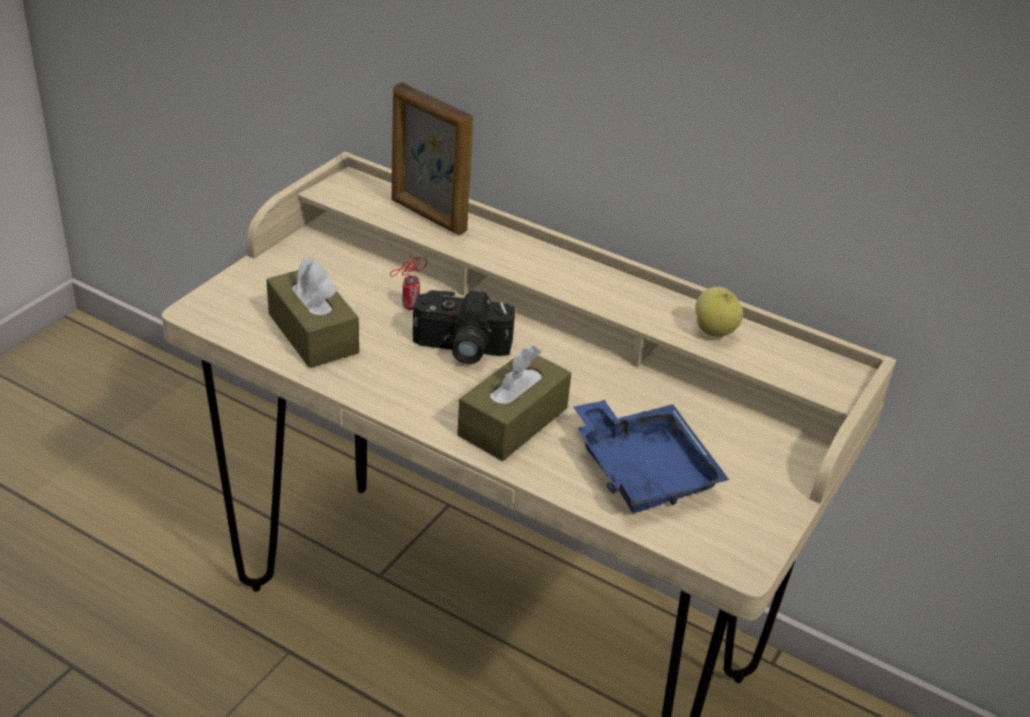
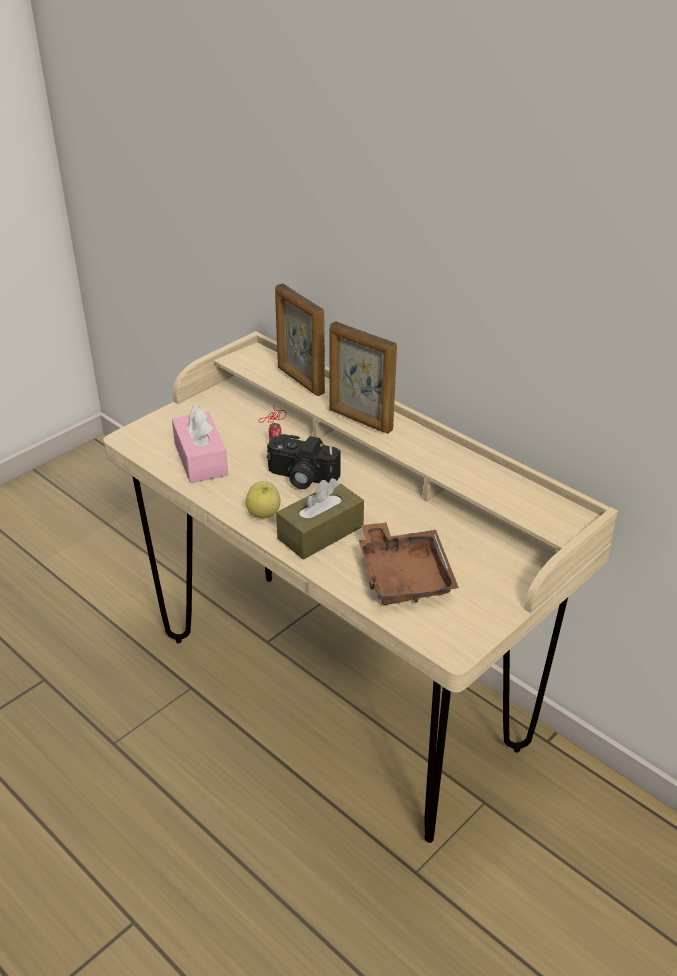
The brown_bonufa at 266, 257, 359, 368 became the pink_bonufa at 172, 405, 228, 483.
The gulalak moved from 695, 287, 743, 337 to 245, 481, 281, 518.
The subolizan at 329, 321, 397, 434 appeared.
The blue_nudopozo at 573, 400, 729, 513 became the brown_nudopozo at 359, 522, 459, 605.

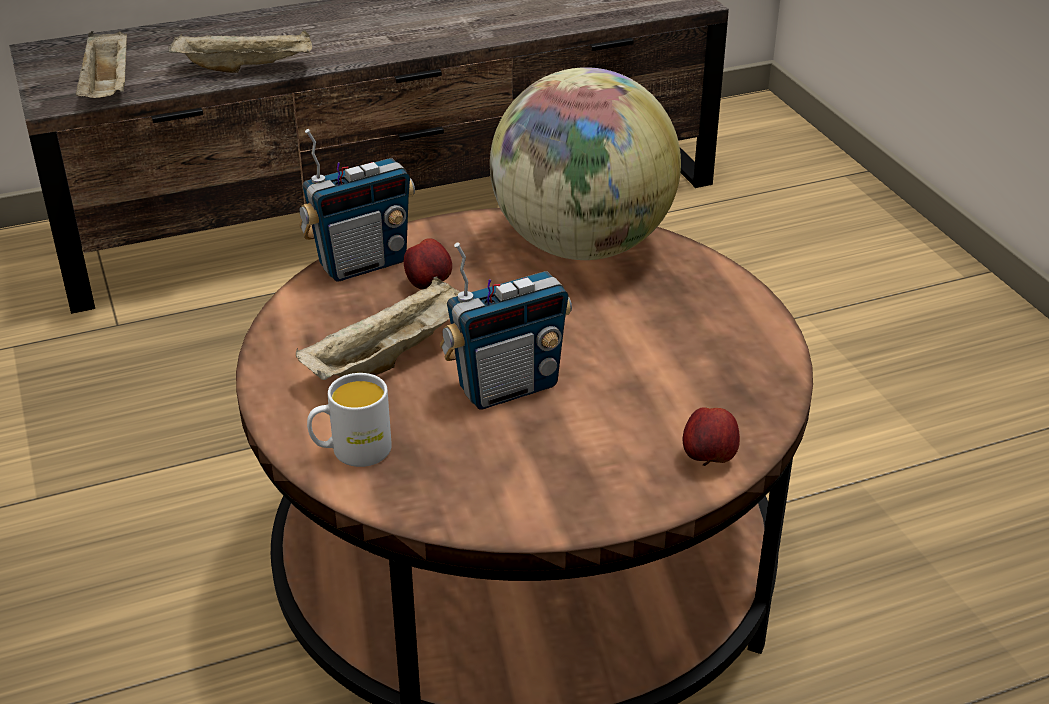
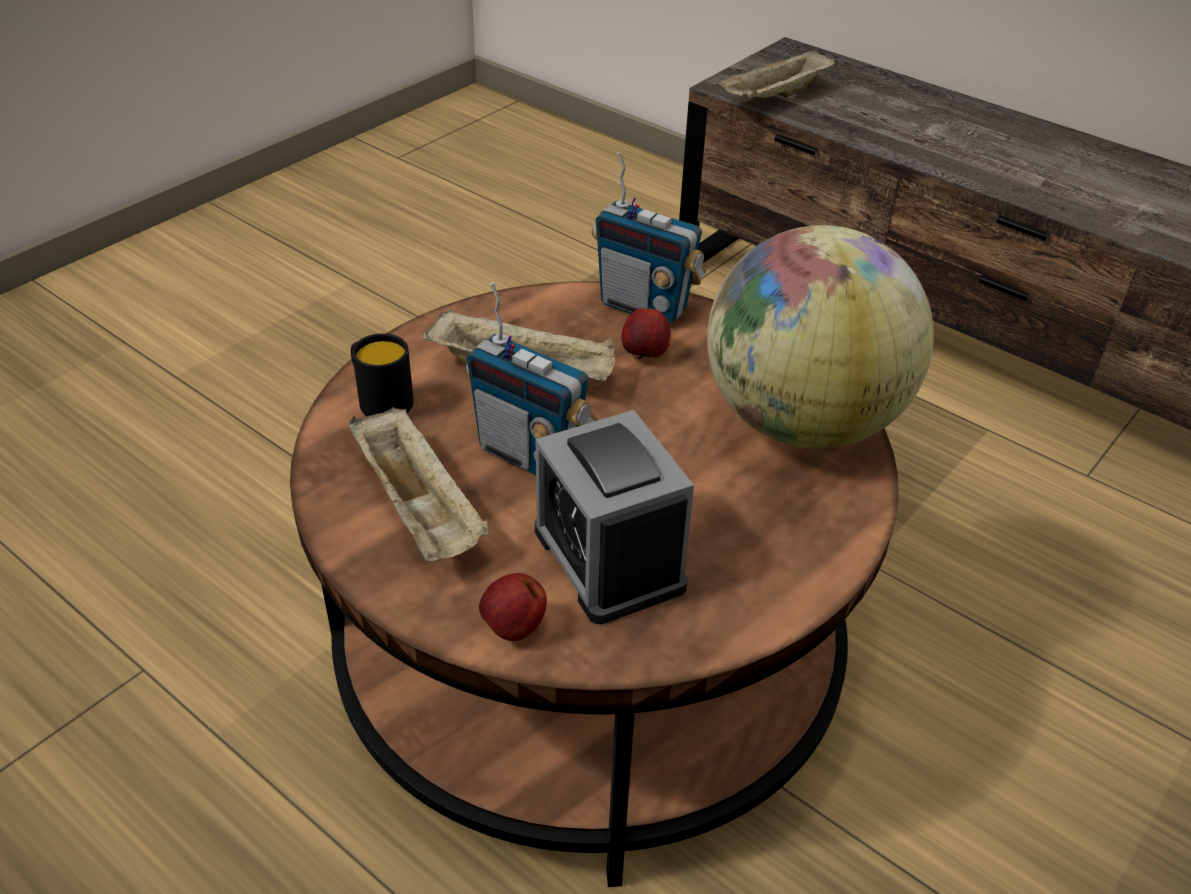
The beige_nudopozo moved from 169, 30, 312, 73 to 349, 407, 489, 562.
The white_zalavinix at 307, 373, 392, 467 became the black_zalavinix at 351, 333, 414, 417.
The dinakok at 535, 410, 694, 624 appeared.

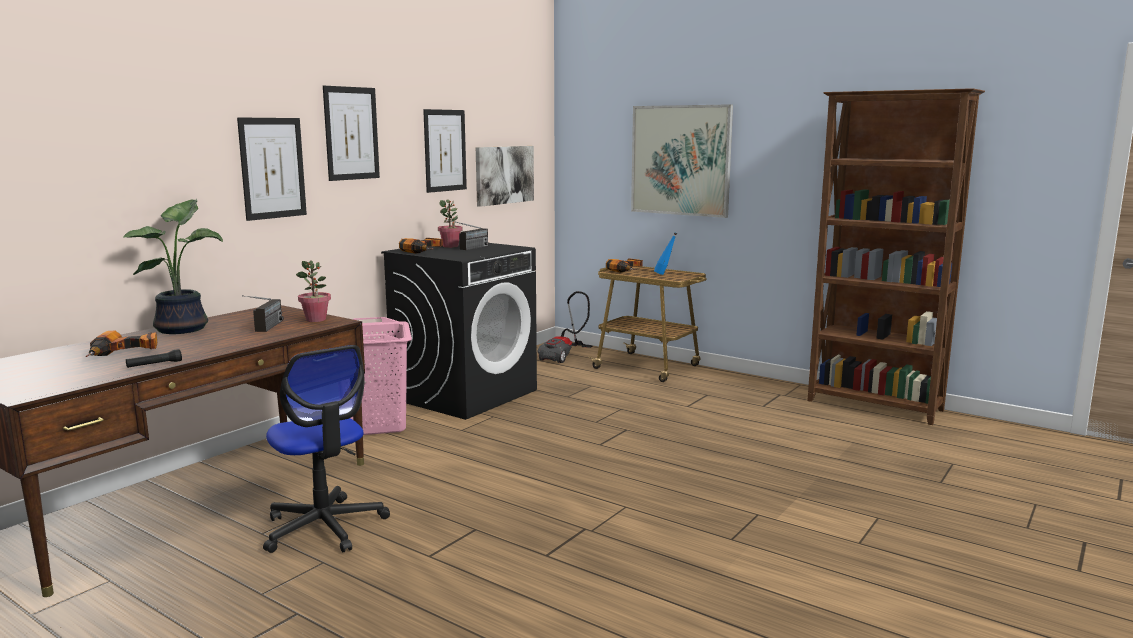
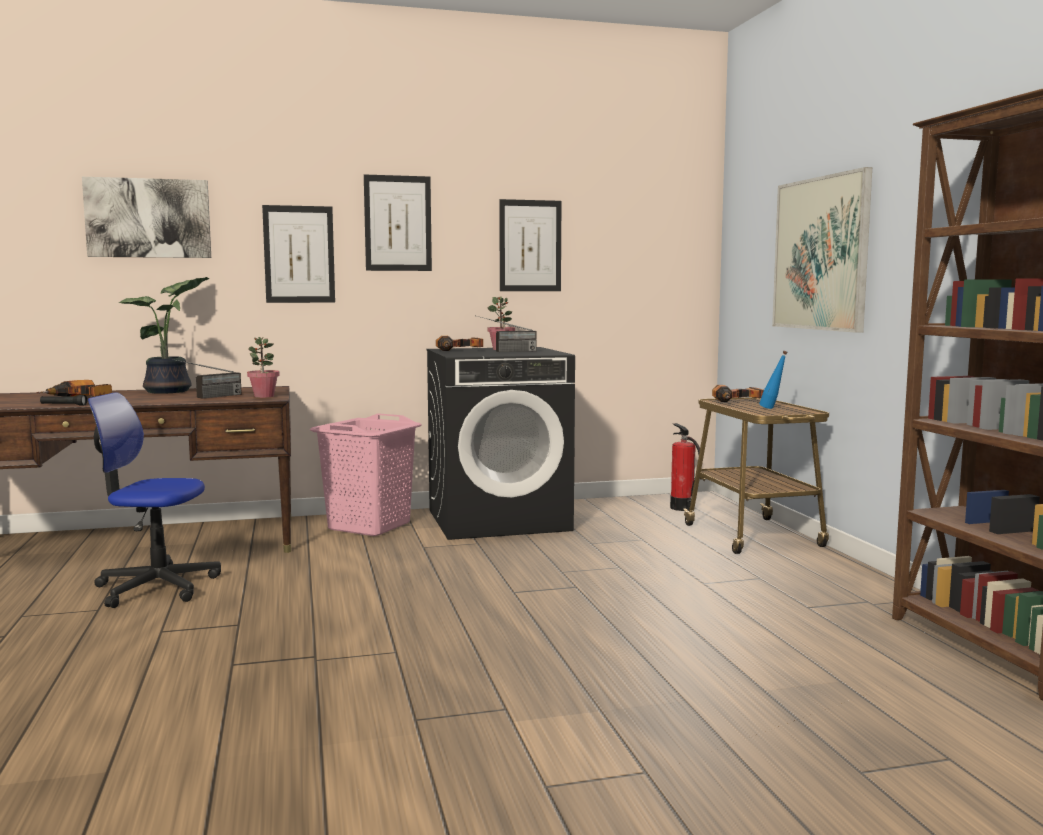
The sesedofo moved from 476, 146, 534, 207 to 82, 177, 211, 258.
The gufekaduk at 263, 345, 390, 553 turned 90 degrees clockwise.
The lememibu at 537, 291, 593, 363 was replaced by the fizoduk at 670, 423, 700, 511.

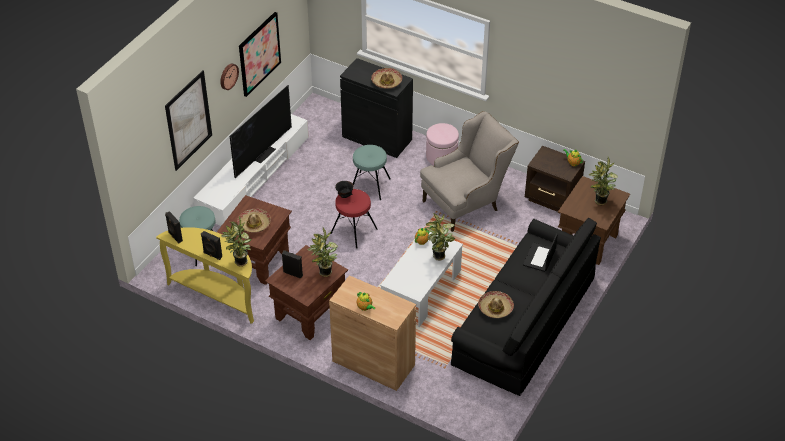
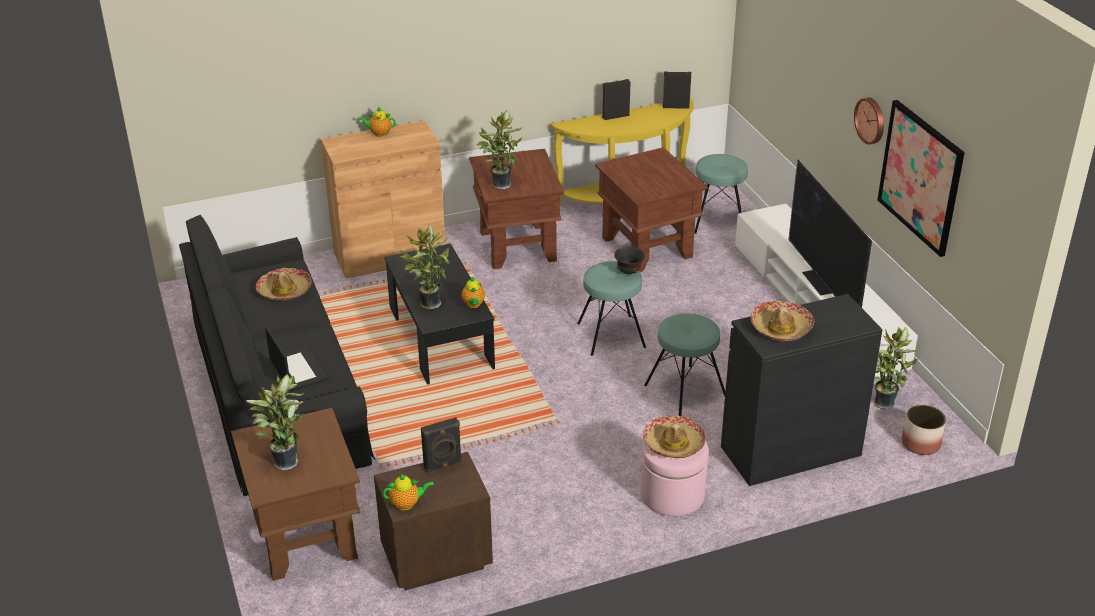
The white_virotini at 380, 228, 463, 327 became the black_virotini at 384, 243, 495, 385.
The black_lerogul moved from 282, 250, 303, 279 to 421, 417, 462, 473.
The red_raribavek at 331, 189, 377, 248 became the turquoise_raribavek at 577, 261, 646, 356.
The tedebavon moved from 237, 208, 271, 233 to 643, 415, 706, 458.
The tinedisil moved from 221, 216, 252, 267 to 874, 327, 919, 410.
The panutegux at 902, 405, 946, 455 appeared.
The sesedofo at 165, 70, 212, 171 disappeared.
The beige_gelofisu at 420, 111, 519, 232 disappeared.

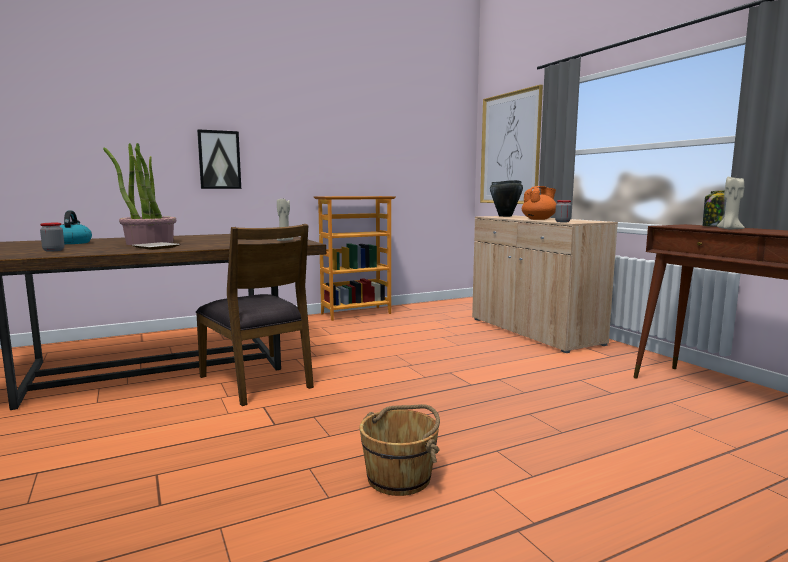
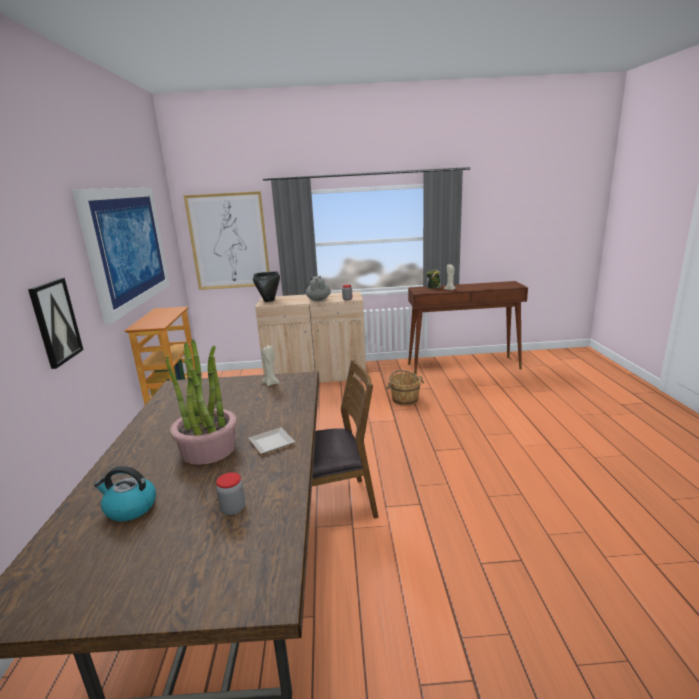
The sesedofo at 72, 188, 170, 324 appeared.
The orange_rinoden at 522, 186, 556, 220 became the grey_rinoden at 306, 276, 331, 301.
The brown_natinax moved from 359, 404, 440, 496 to 386, 370, 424, 406.

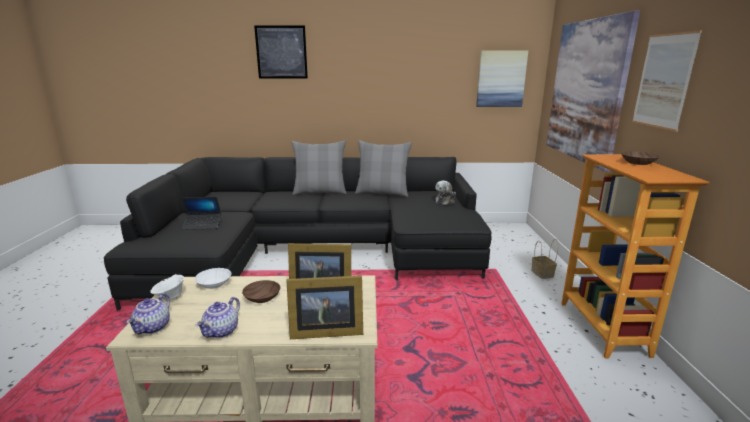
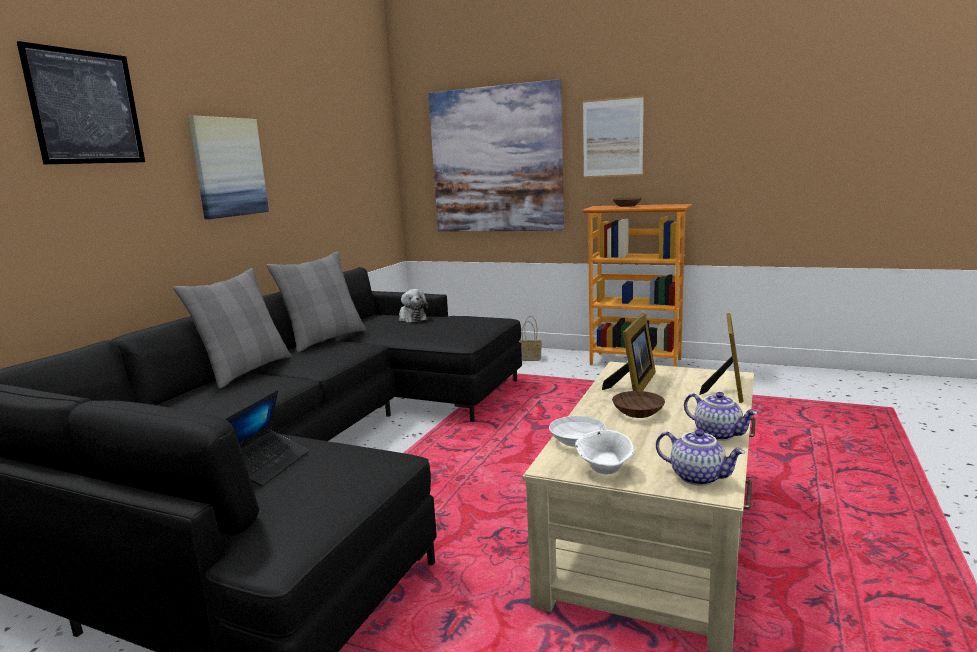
The sesedofo moved from 476, 50, 528, 107 to 188, 115, 269, 219.

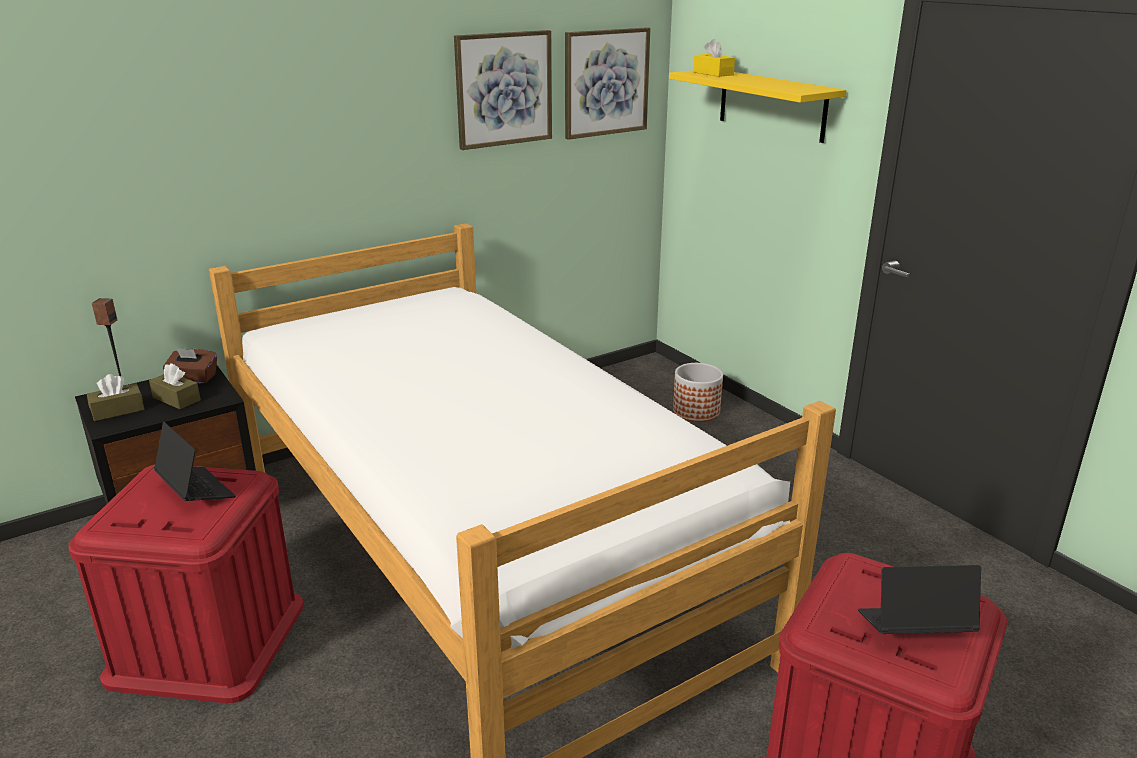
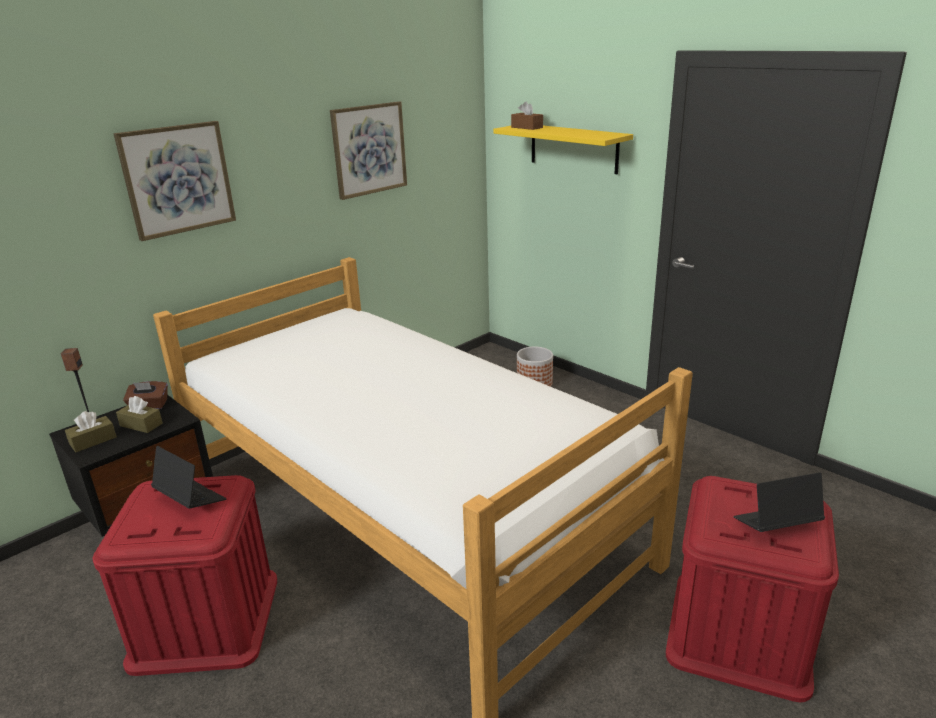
The sesedofo moved from 565, 27, 650, 140 to 113, 121, 236, 241.
The yellow_bonufa at 693, 39, 735, 77 became the brown_bonufa at 511, 101, 543, 130.

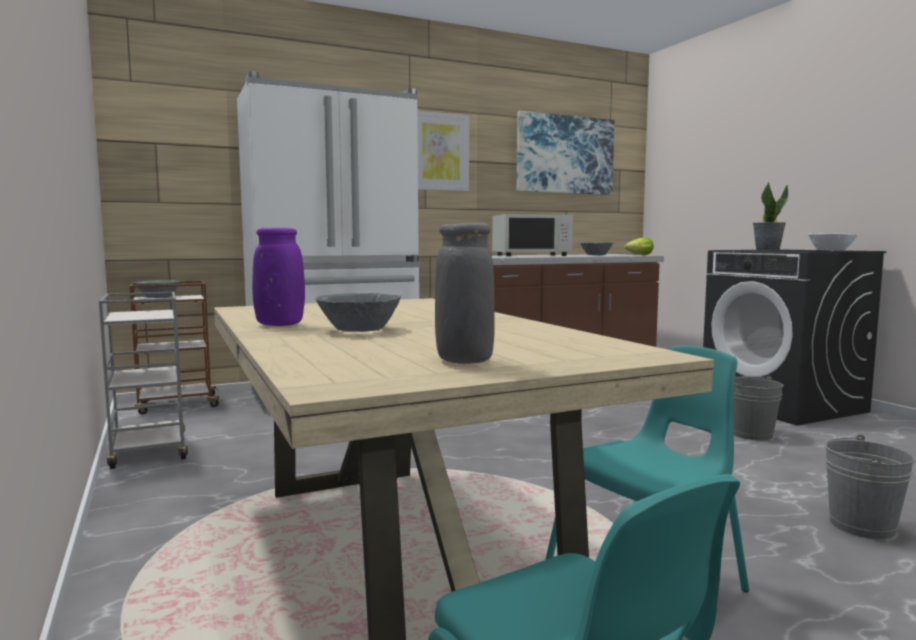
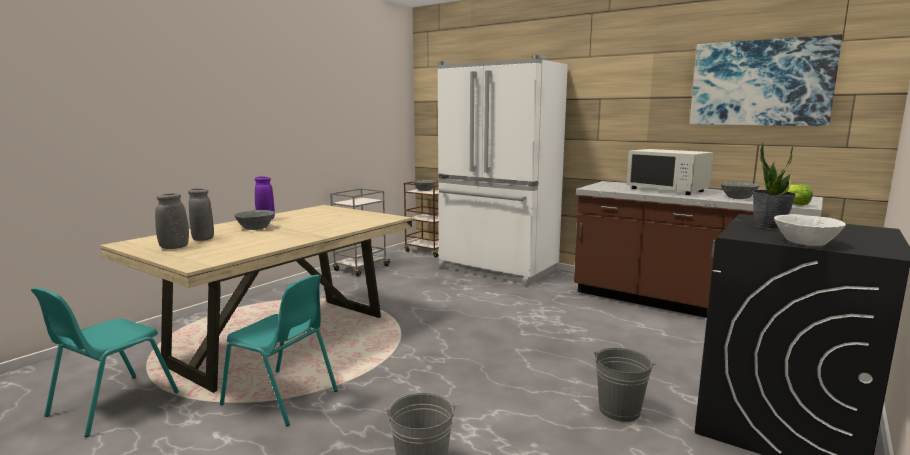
The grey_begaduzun at 188, 188, 214, 241 appeared.
The sesedofo at 417, 111, 469, 191 disappeared.

